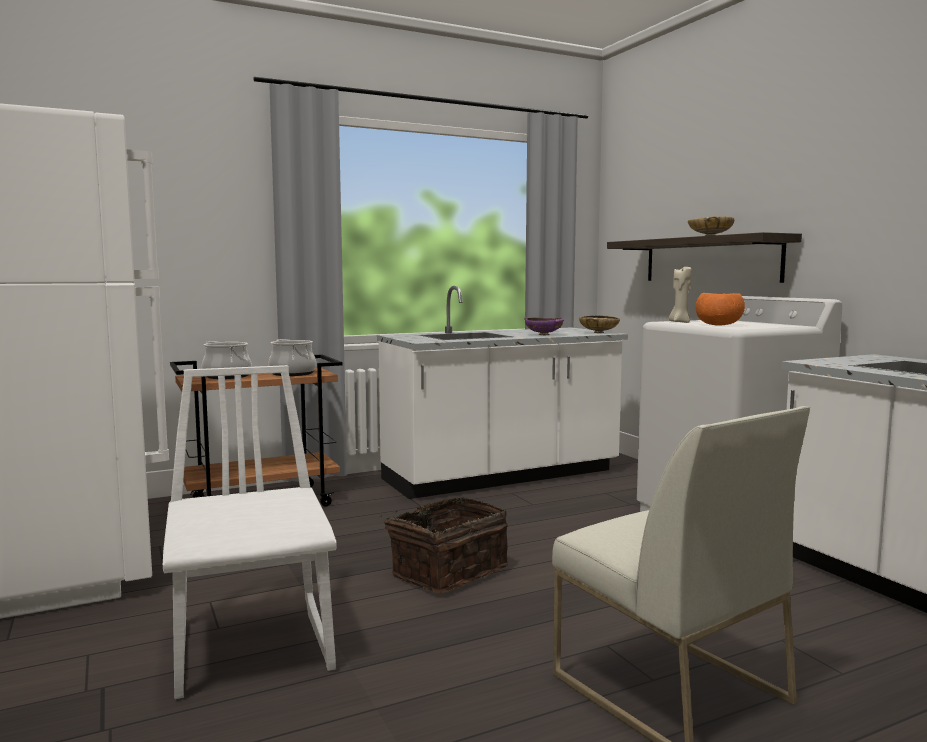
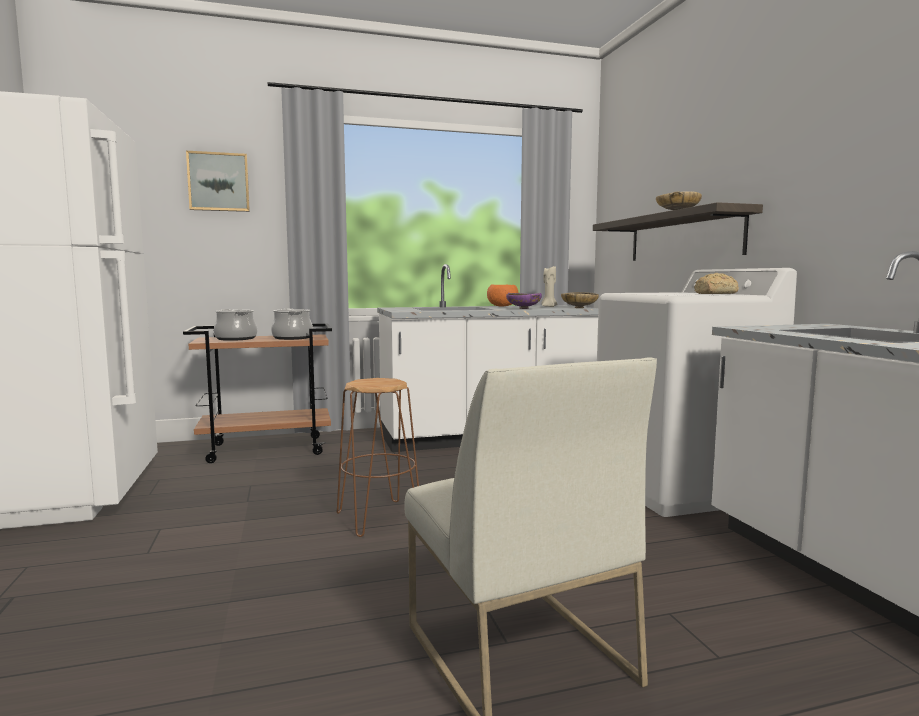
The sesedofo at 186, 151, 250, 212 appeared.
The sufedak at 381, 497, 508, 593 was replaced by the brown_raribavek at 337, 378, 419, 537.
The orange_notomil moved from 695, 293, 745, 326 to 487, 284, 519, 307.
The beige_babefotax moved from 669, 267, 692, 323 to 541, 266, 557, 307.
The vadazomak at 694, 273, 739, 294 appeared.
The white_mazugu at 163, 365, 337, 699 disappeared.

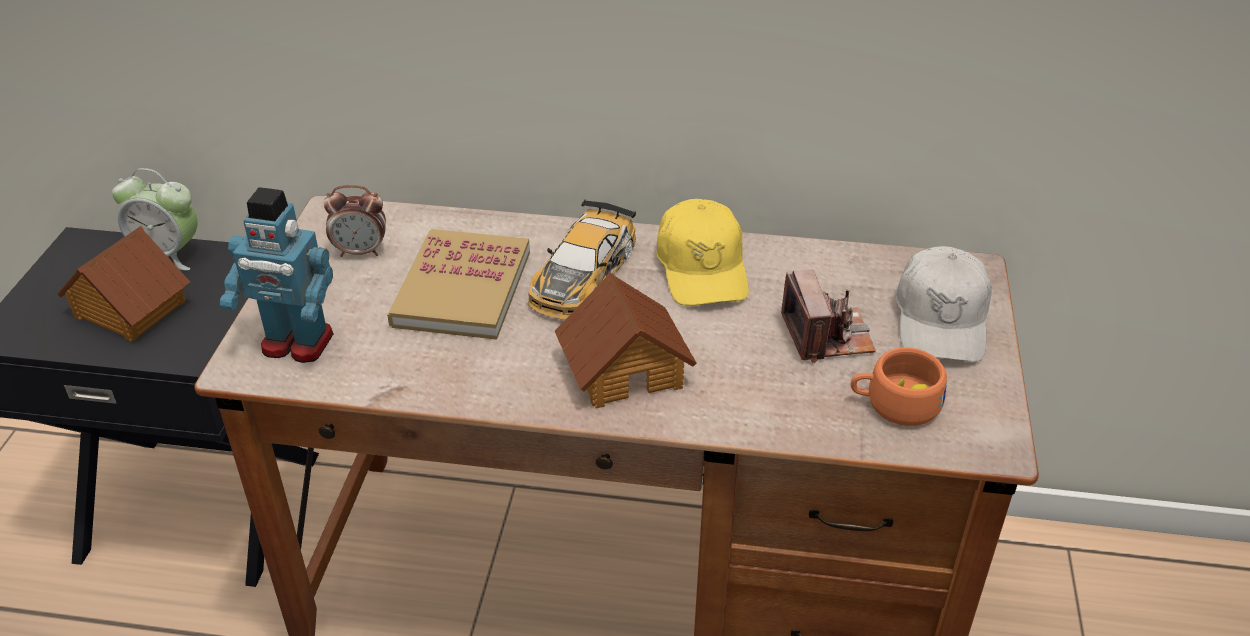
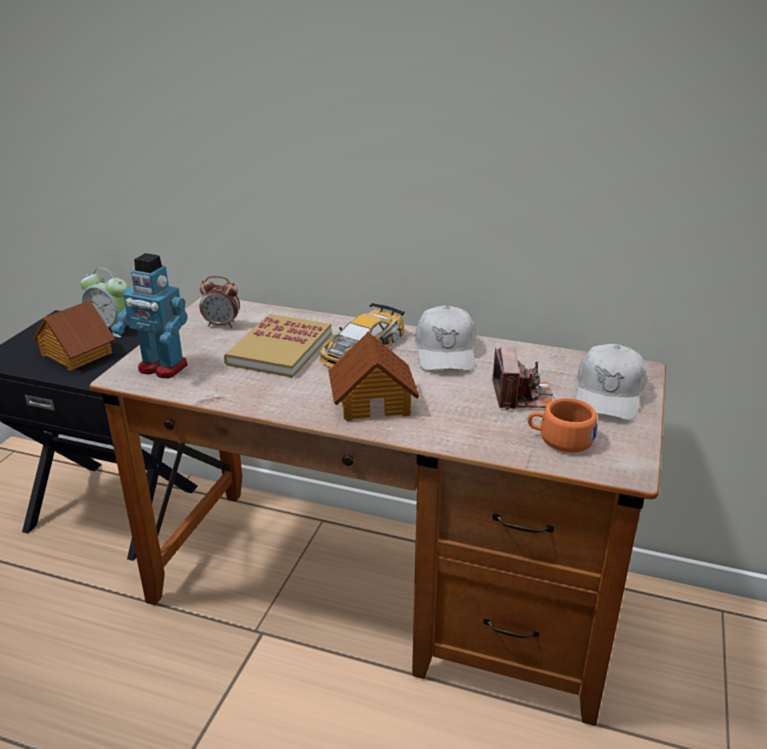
The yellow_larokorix at 656, 199, 749, 306 became the white_larokorix at 415, 306, 476, 371.

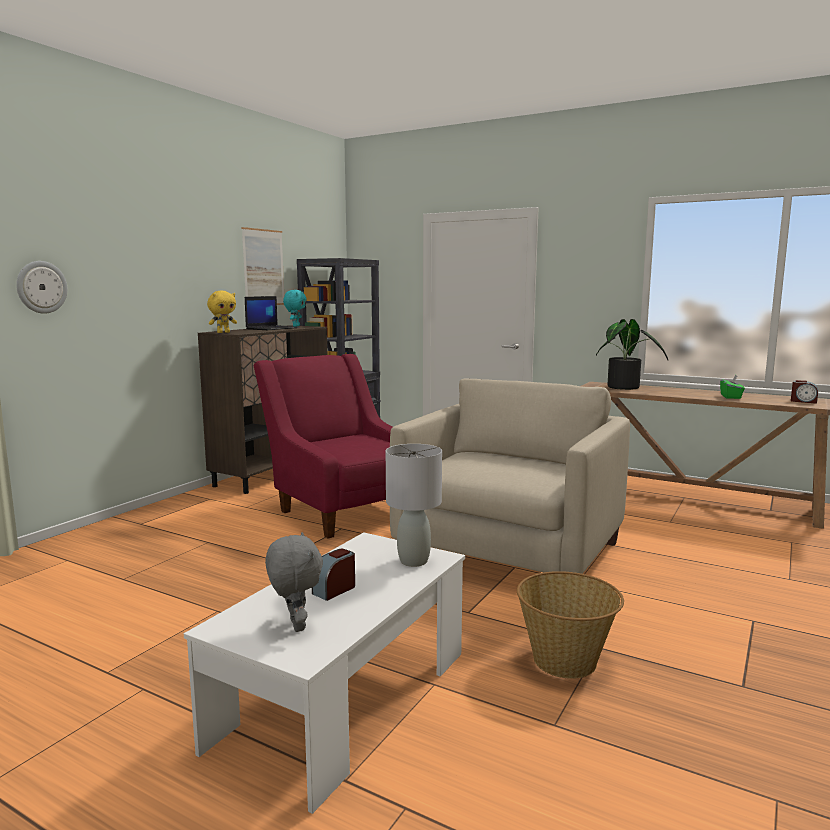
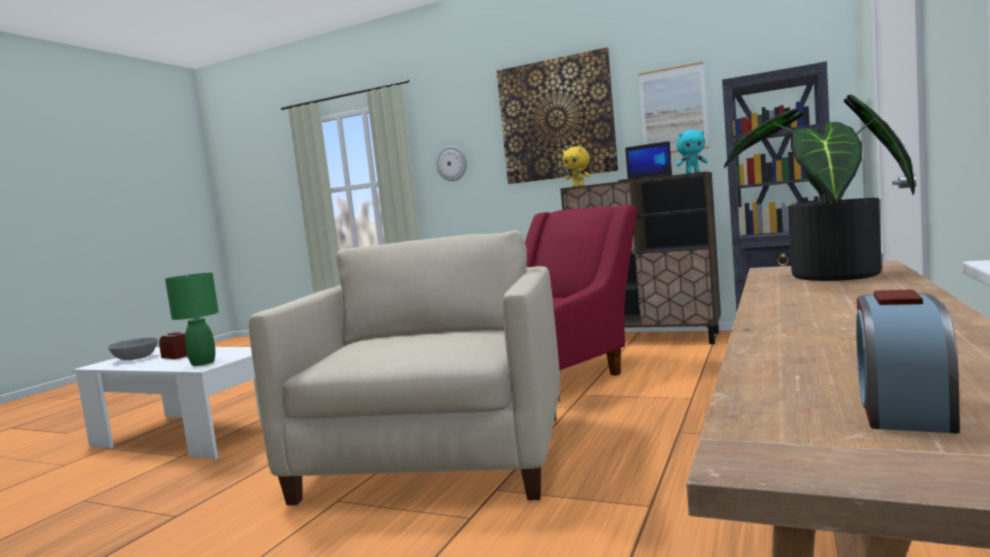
The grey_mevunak at 265, 532, 323, 632 was replaced by the grey_notomil at 108, 337, 158, 360.
The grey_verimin at 386, 444, 442, 567 became the green_verimin at 165, 272, 219, 366.
The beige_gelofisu at 390, 379, 630, 574 turned 105 degrees counterclockwise.
The sesedofo at 497, 47, 618, 184 appeared.
The sufedak at 517, 571, 624, 679 disappeared.
The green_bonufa at 720, 375, 745, 399 disappeared.

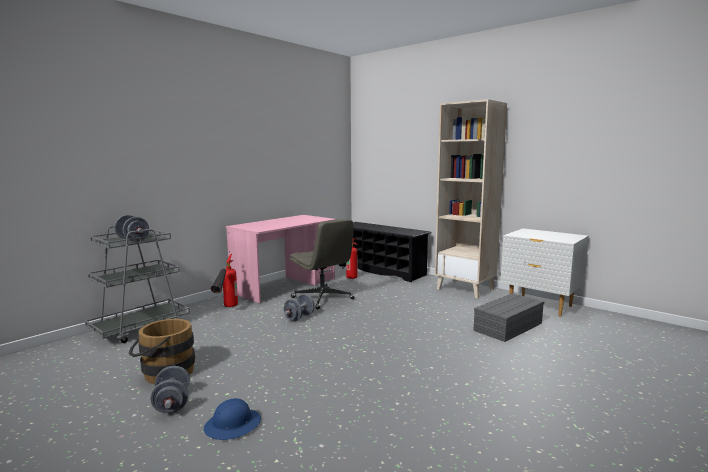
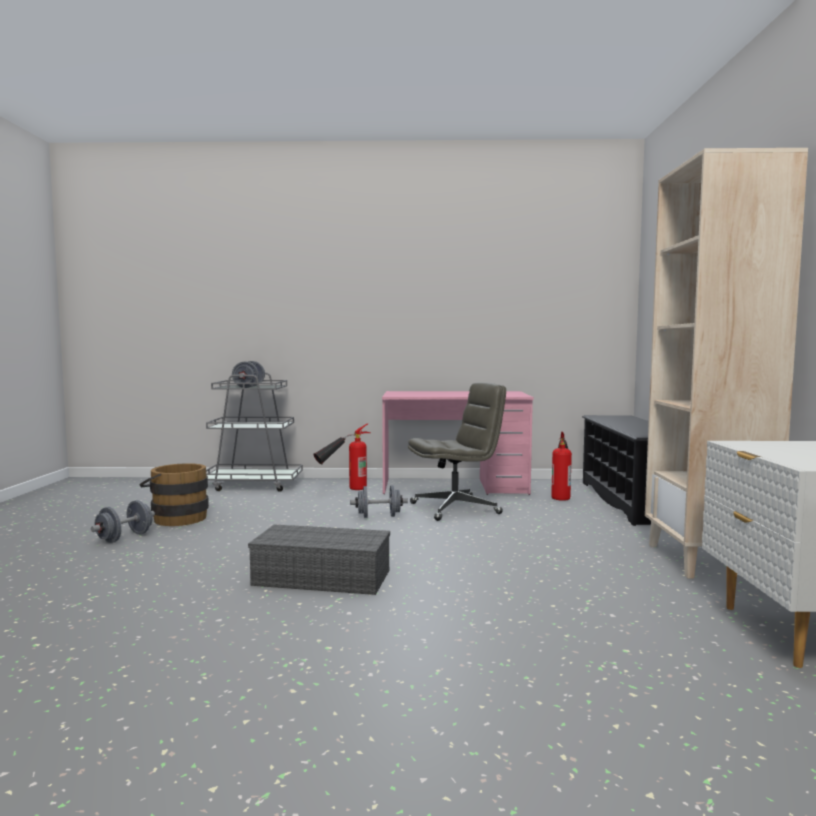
The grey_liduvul moved from 473, 293, 544, 342 to 248, 525, 390, 595.
The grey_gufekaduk at 289, 219, 355, 309 turned 120 degrees counterclockwise.
The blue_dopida at 204, 398, 261, 440 disappeared.

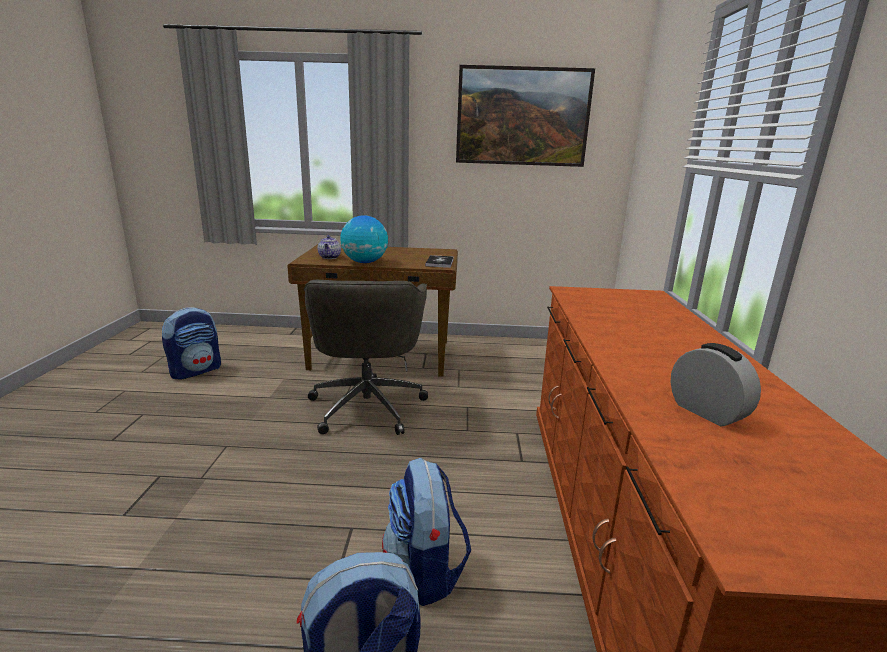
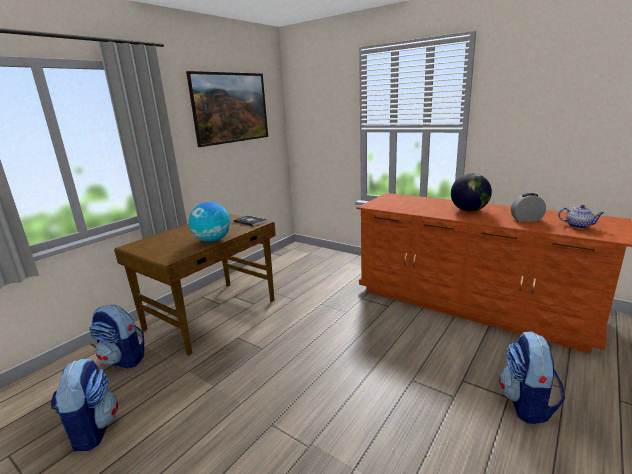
The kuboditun moved from 382, 457, 471, 606 to 89, 305, 144, 369.
The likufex at 451, 173, 492, 212 appeared.
The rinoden moved from 318, 235, 341, 259 to 558, 205, 604, 229.
The grey_gufekaduk at 304, 280, 428, 435 disappeared.

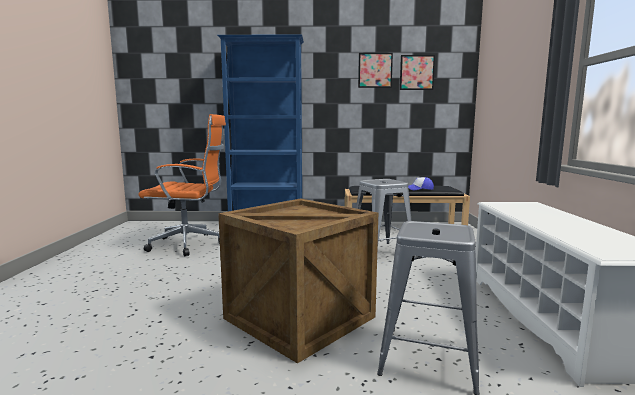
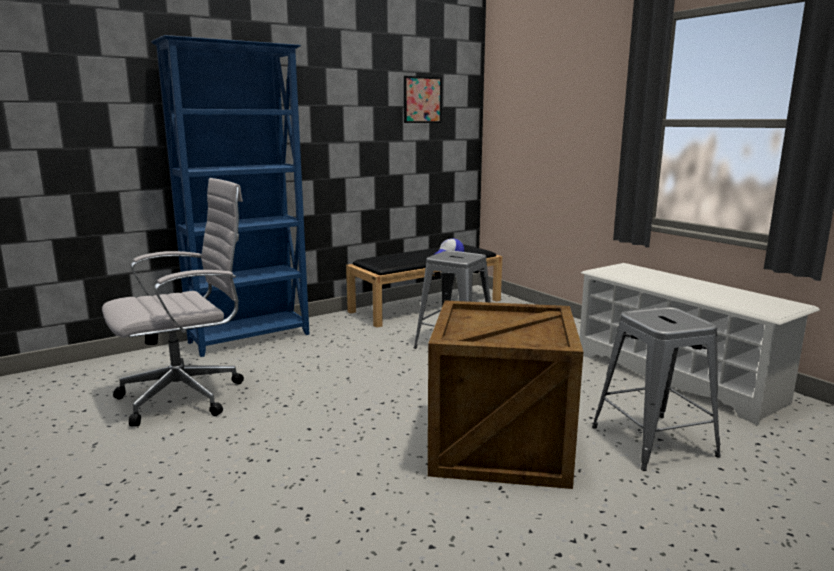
The orange_gufekaduk at 139, 114, 226, 256 became the white_gufekaduk at 102, 178, 244, 427.
The sesedofo at 358, 53, 393, 88 disappeared.

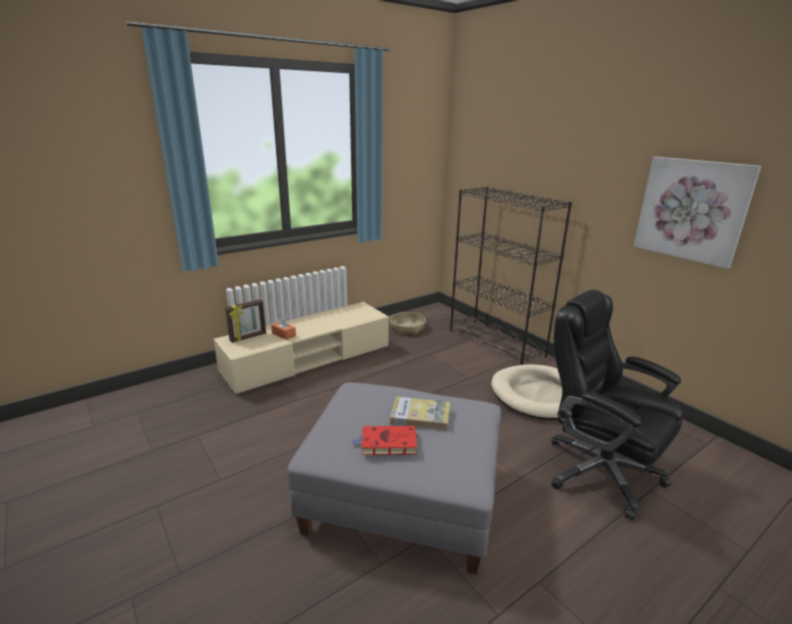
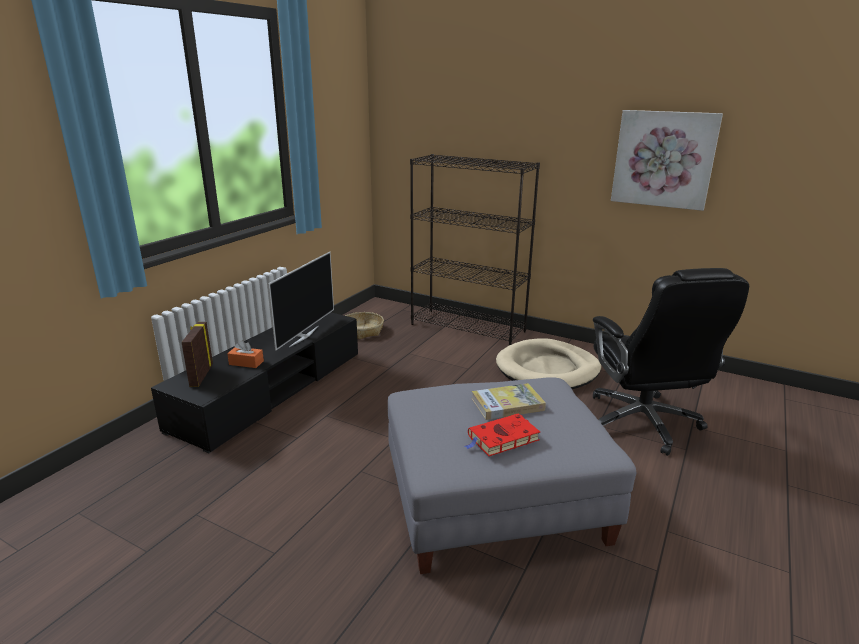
The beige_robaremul at 214, 302, 389, 395 became the black_robaremul at 151, 312, 358, 453.
The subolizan at 225, 299, 266, 343 turned 150 degrees clockwise.
The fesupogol at 268, 252, 334, 350 appeared.
The black_gufekaduk at 551, 290, 683, 521 turned 120 degrees counterclockwise.

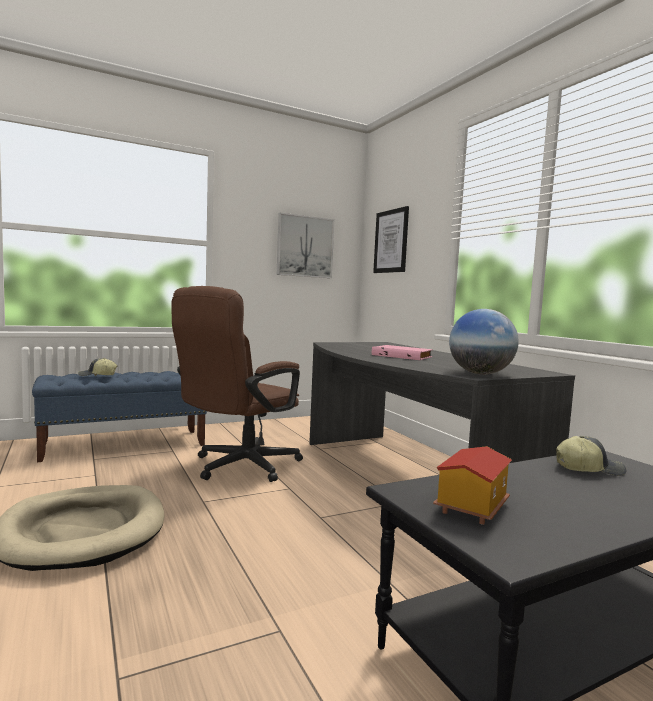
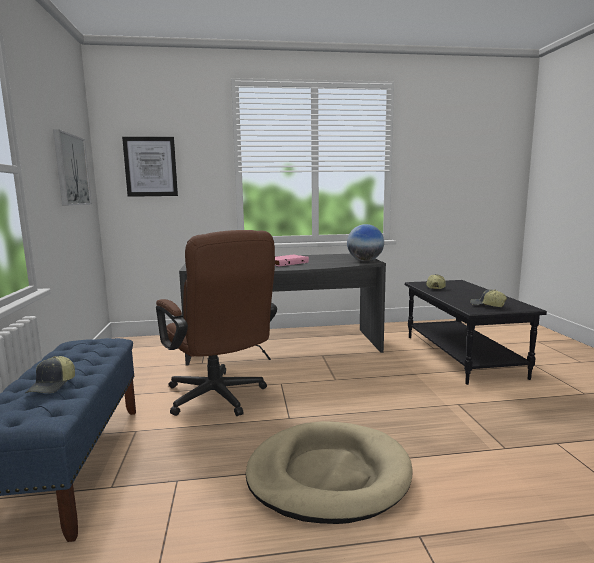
The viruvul at 433, 446, 512, 525 was replaced by the larokorix at 470, 289, 507, 307.

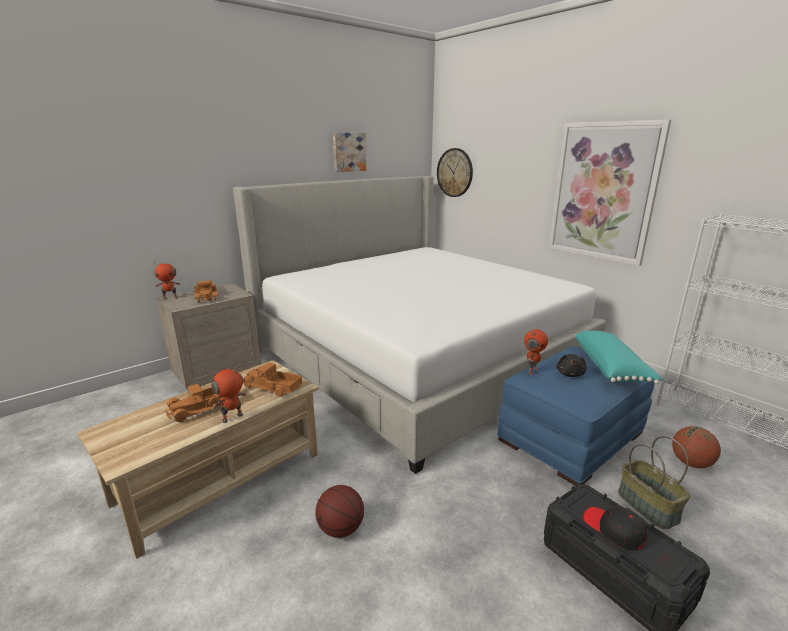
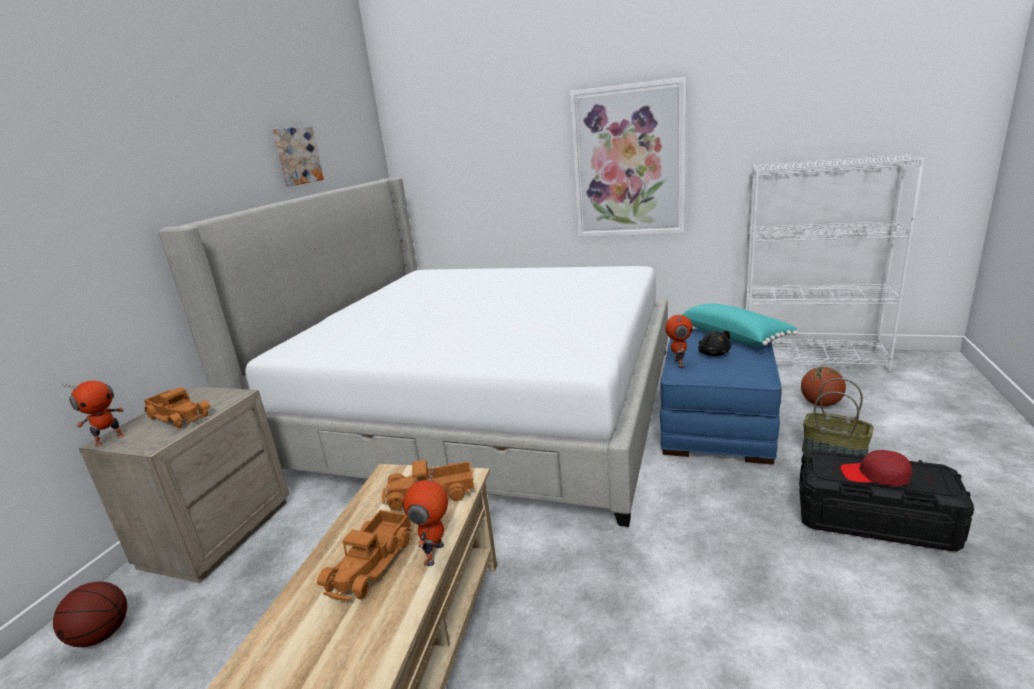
The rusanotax moved from 315, 485, 364, 538 to 53, 582, 127, 647.
The black_larokorix at 583, 507, 648, 551 became the red_larokorix at 840, 450, 912, 486.
The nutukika at 437, 148, 473, 197 disappeared.

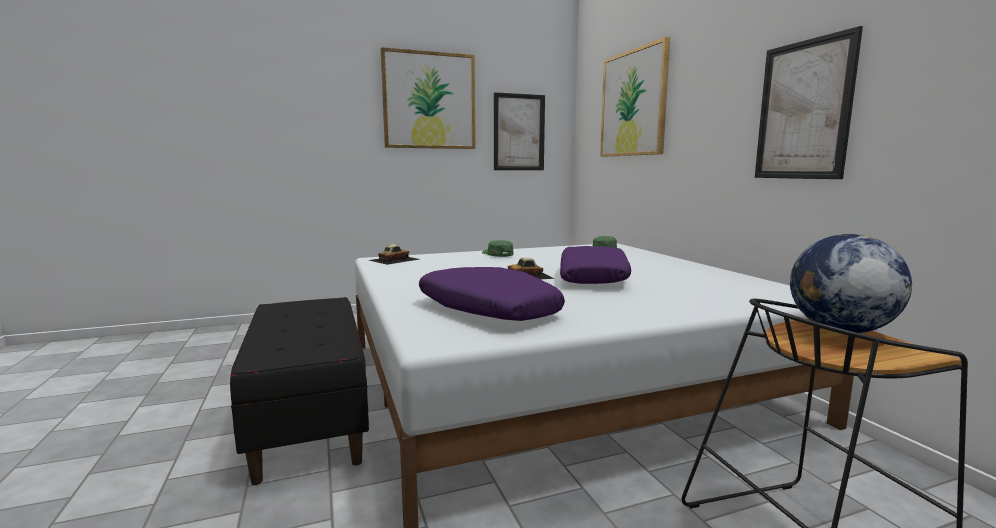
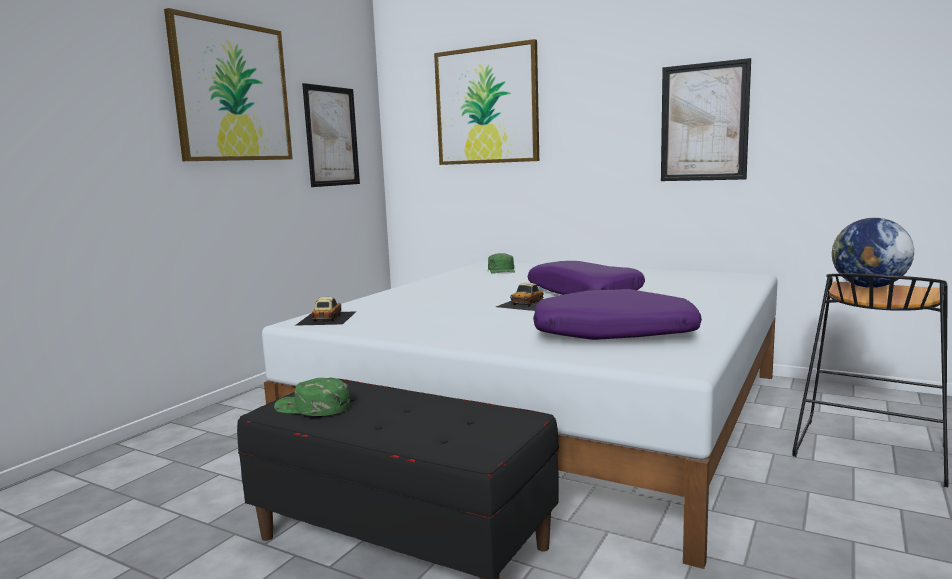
The green_larokorix moved from 482, 240, 513, 257 to 274, 378, 350, 416.

